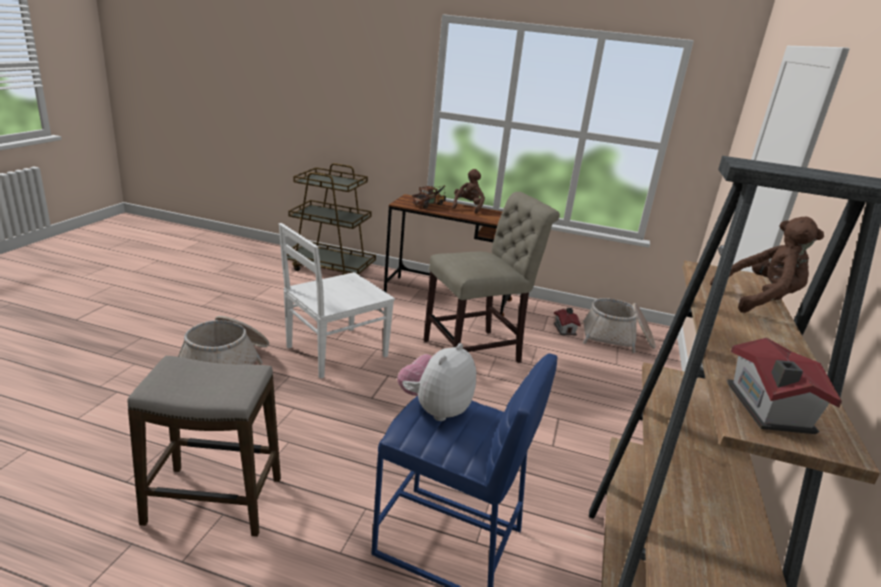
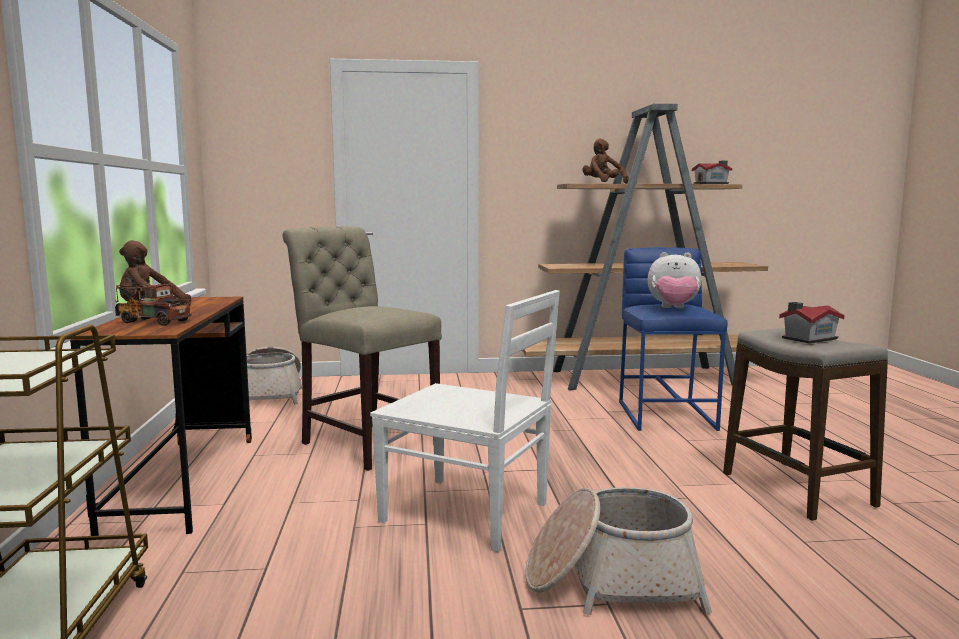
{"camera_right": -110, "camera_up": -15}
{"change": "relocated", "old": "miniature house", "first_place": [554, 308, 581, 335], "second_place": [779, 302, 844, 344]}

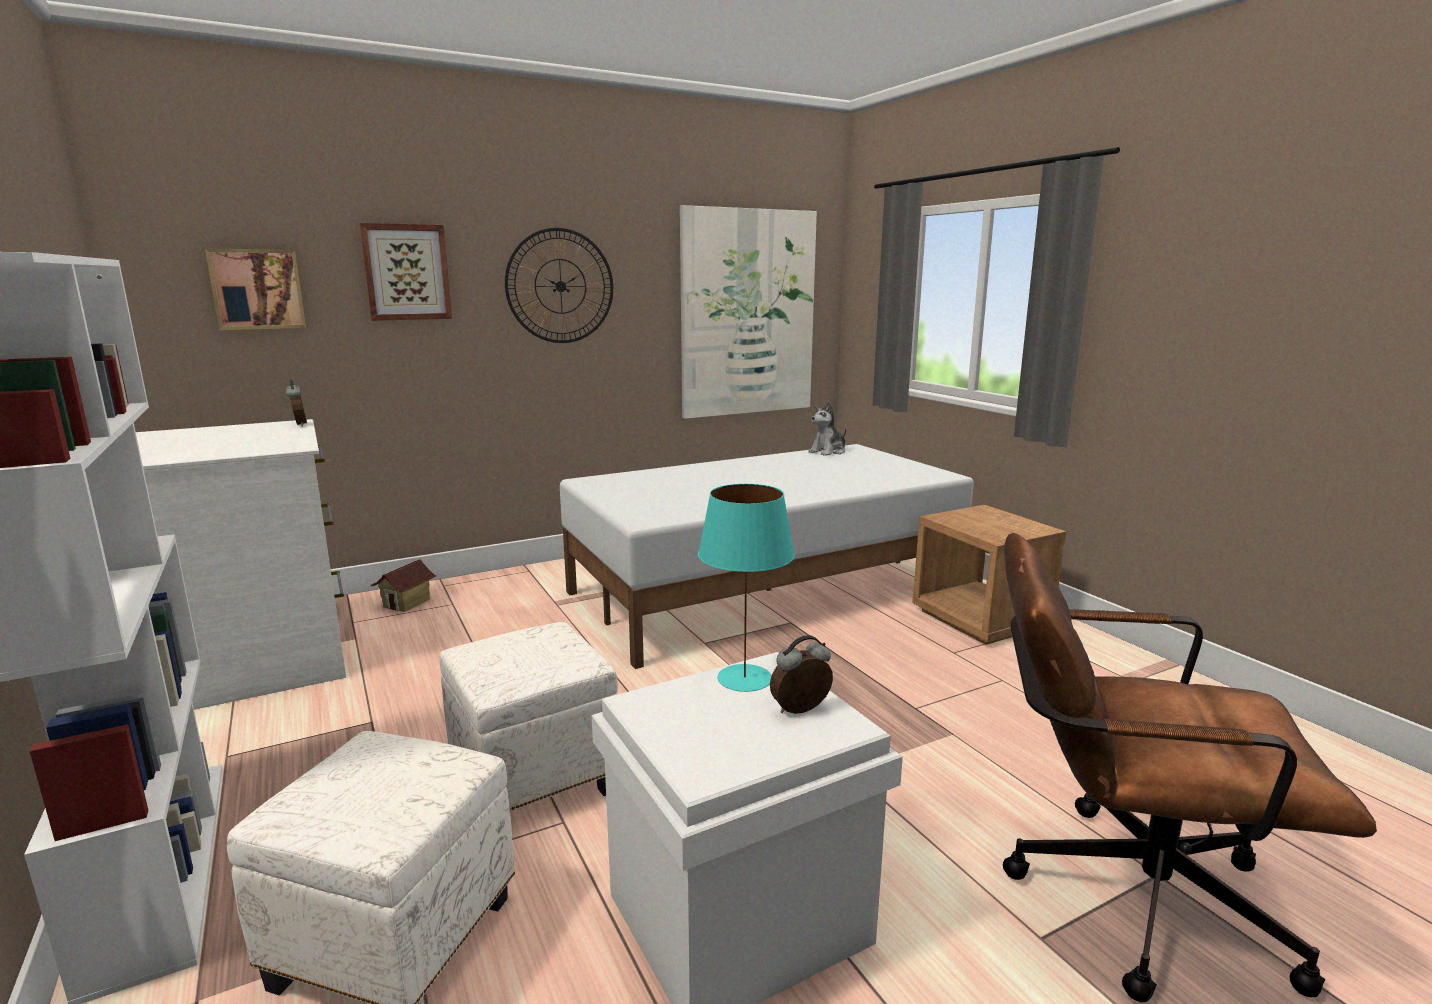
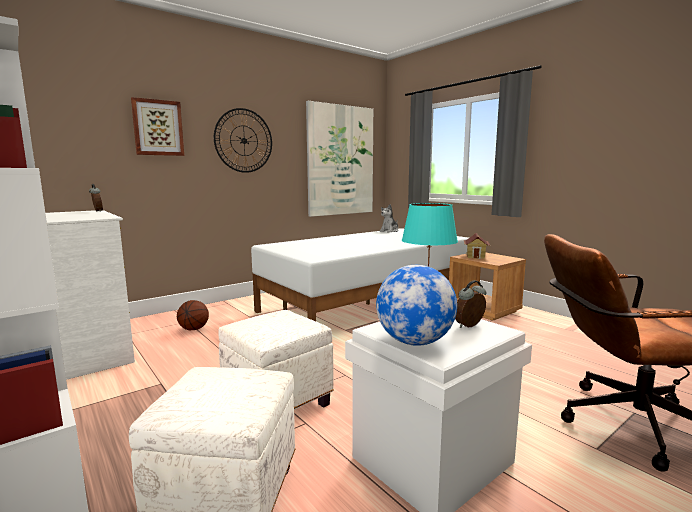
{"camera_right": -10, "camera_up": -5}
{"change": "missing", "old": "picture", "first_place": [205, 249, 306, 330]}
{"change": "relocated", "old": "miniature house", "first_place": [370, 559, 437, 612], "second_place": [464, 233, 490, 259]}
{"change": "appeared", "new": "basketball ball", "second_place": [177, 300, 209, 330]}
{"change": "appeared", "new": "world globe", "second_place": [376, 265, 457, 346]}

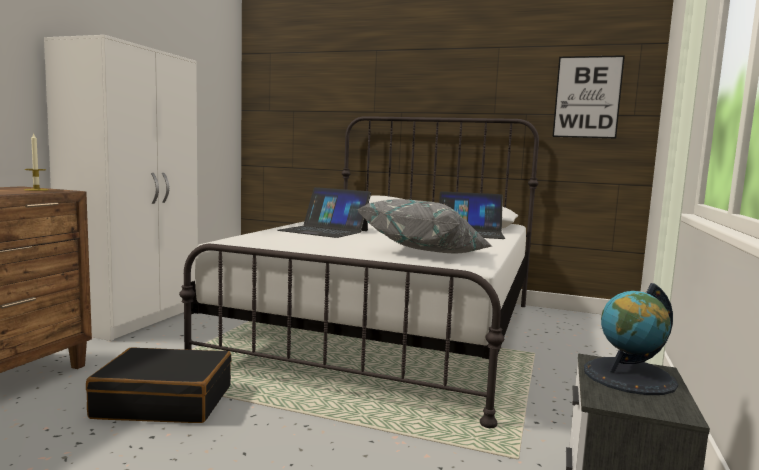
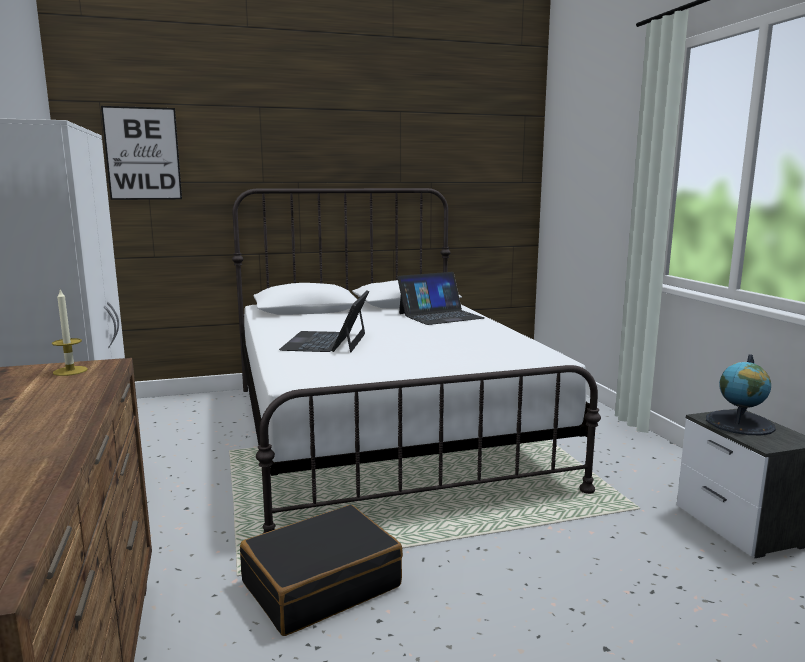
{"camera_right": -35, "camera_up": 5}
{"change": "spun", "old": "portable computer", "first_place": [278, 187, 371, 238], "second_place": [279, 291, 369, 353], "degrees": 105}
{"change": "missing", "old": "gray cushion", "first_place": [358, 199, 493, 253]}
{"change": "relocated", "old": "picture", "first_place": [553, 55, 625, 139], "second_place": [101, 106, 182, 200]}

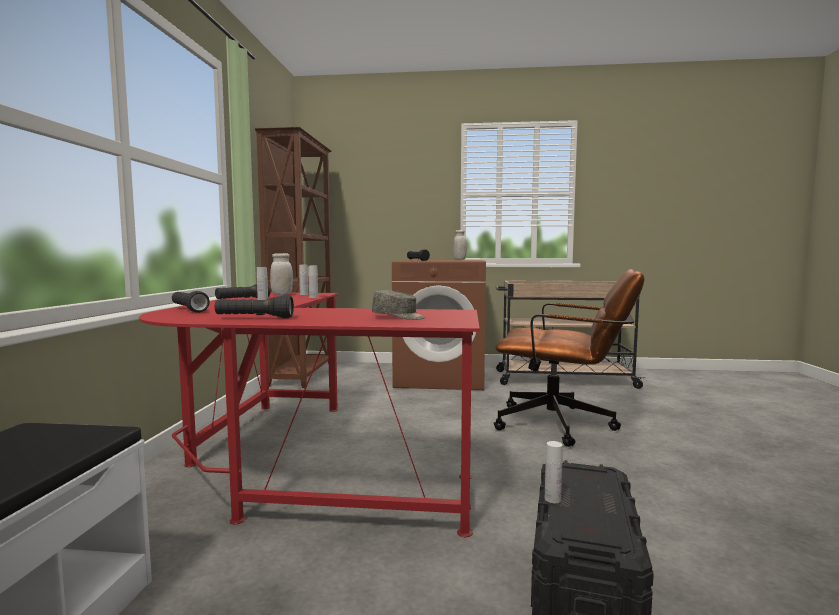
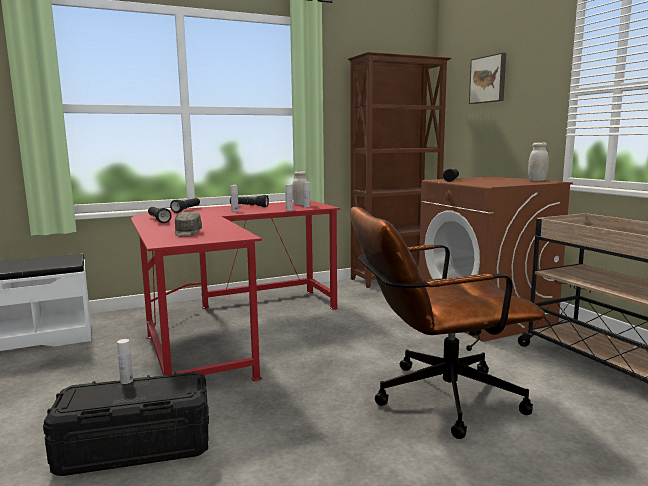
{"camera_right": 60, "camera_up": 5}
{"change": "spun", "old": "brown desk chair", "first_place": [494, 269, 645, 447], "second_place": [350, 207, 545, 439], "degrees": 90}
{"change": "appeared", "new": "picture", "second_place": [469, 53, 506, 104]}

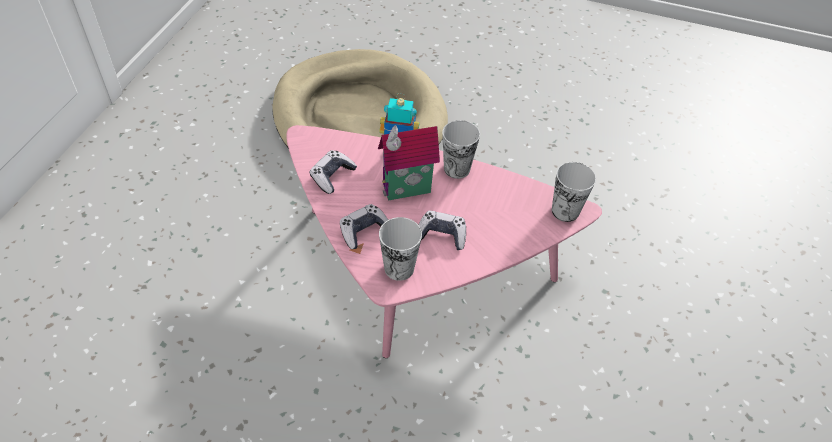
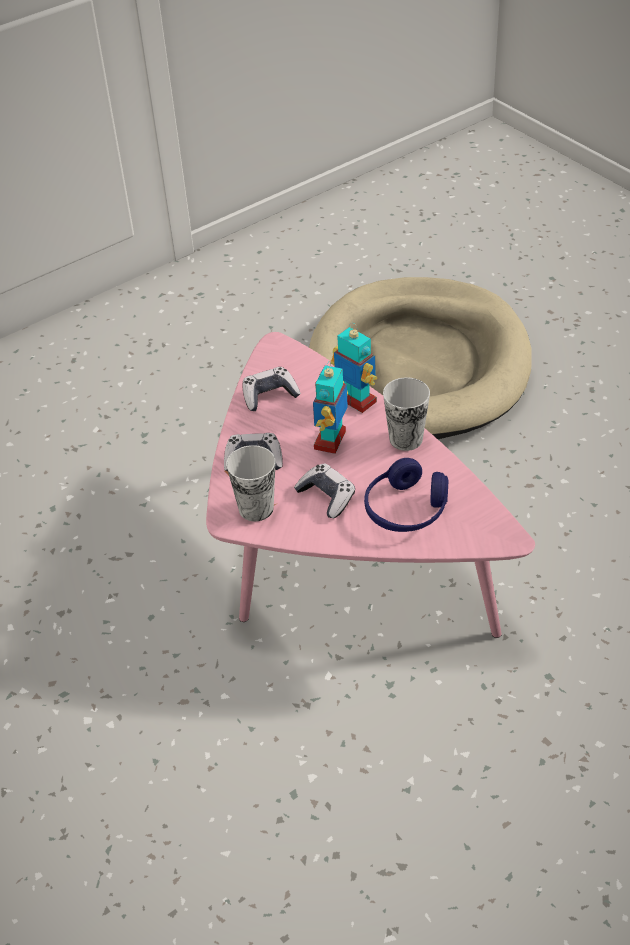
{"camera_right": 40, "camera_up": -5}
{"change": "exchanged", "old": "miniature house", "new": "model robot", "first_place": [378, 125, 440, 201], "second_place": [313, 362, 348, 454]}
{"change": "missing", "old": "small cup", "first_place": [552, 162, 596, 222]}
{"change": "appeared", "new": "blue-coloured headphones", "second_place": [364, 458, 449, 532]}

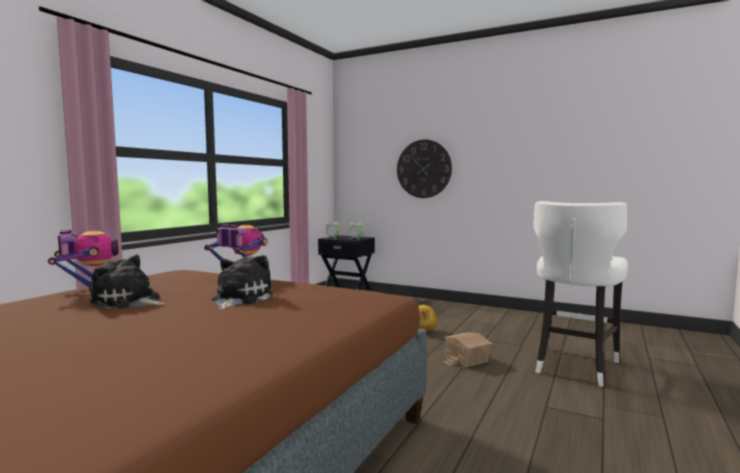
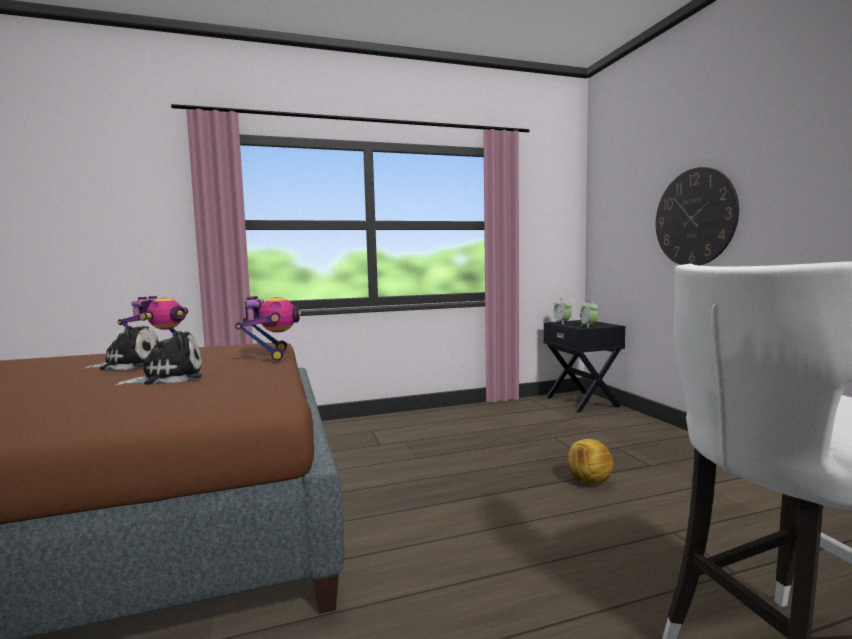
{"camera_right": 45, "camera_up": 0}
{"change": "spun", "old": "plush toy", "first_place": [89, 254, 165, 309], "second_place": [84, 325, 159, 370], "degrees": 105}
{"change": "missing", "old": "miniature house", "first_place": [443, 332, 492, 368]}

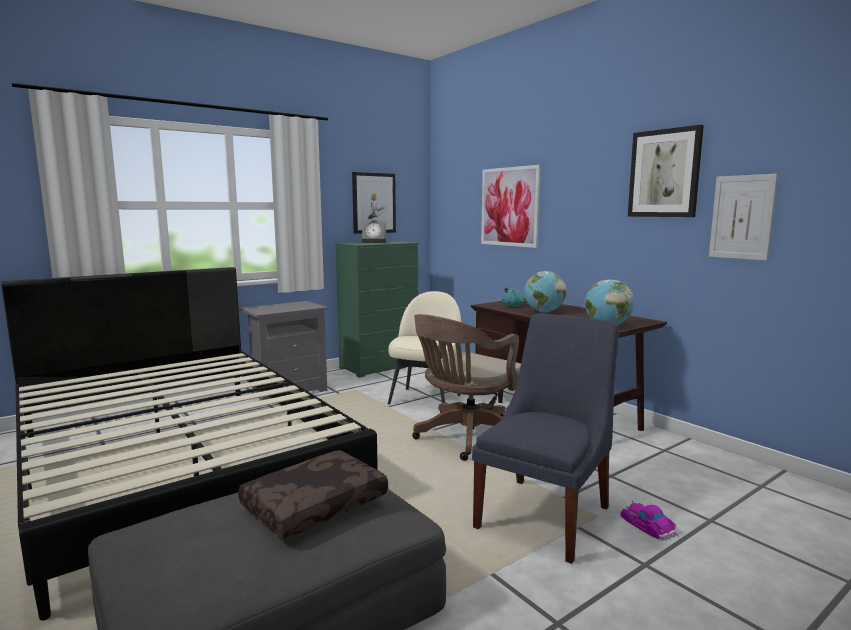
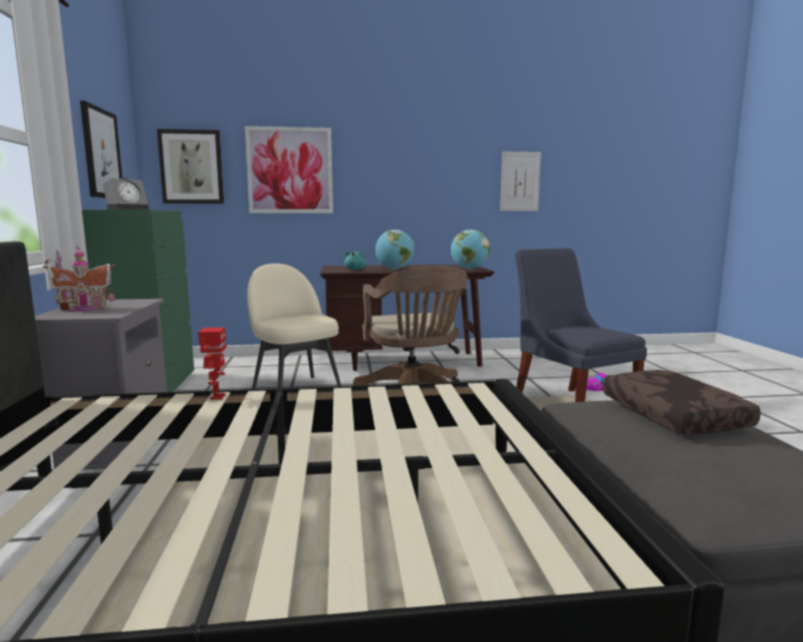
{"camera_right": -60, "camera_up": 0}
{"change": "relocated", "old": "picture", "first_place": [628, 125, 704, 217], "second_place": [157, 129, 224, 204]}
{"change": "appeared", "new": "miniature house", "second_place": [43, 246, 115, 311]}
{"change": "appeared", "new": "model robot", "second_place": [198, 327, 227, 400]}

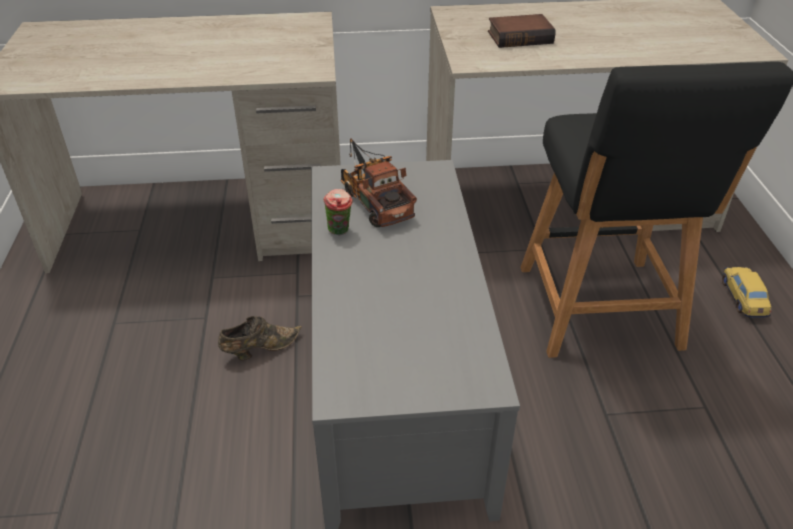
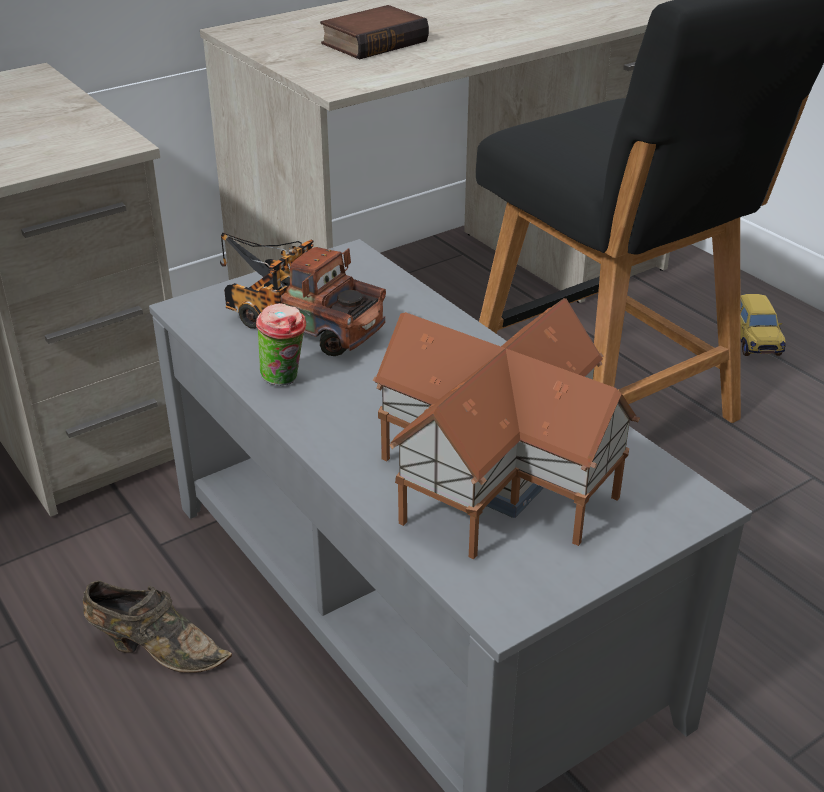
{"camera_right": -30, "camera_up": -5}
{"change": "spun", "old": "brown low shoe", "first_place": [218, 316, 302, 360], "second_place": [83, 580, 232, 673], "degrees": 75}
{"change": "spun", "old": "toy car", "first_place": [722, 267, 771, 318], "second_place": [740, 294, 786, 356], "degrees": -150}
{"change": "appeared", "new": "miniature house", "second_place": [372, 298, 640, 559]}

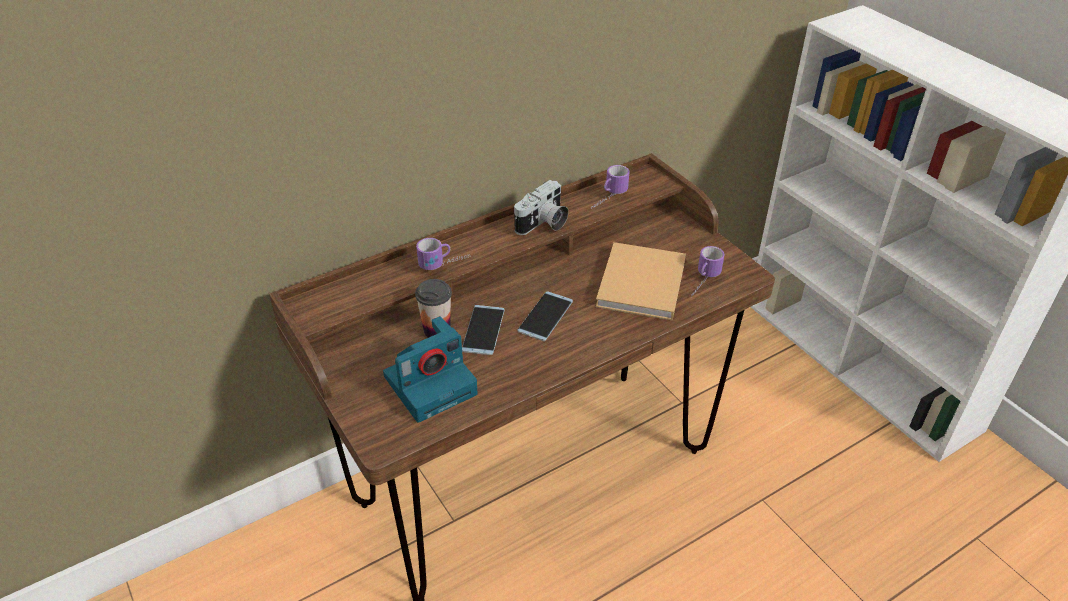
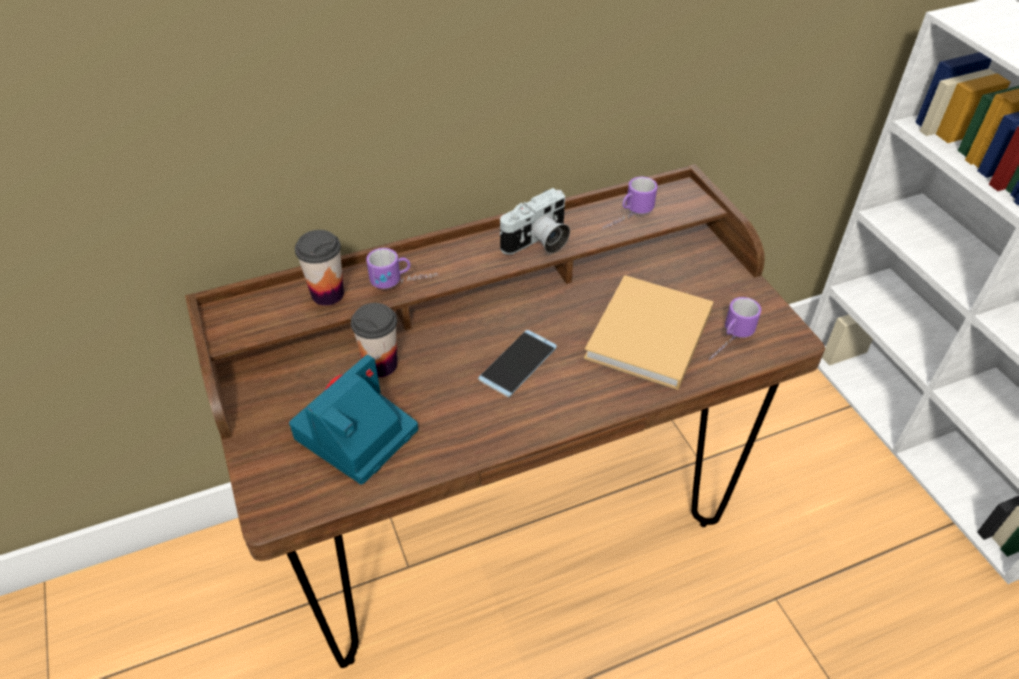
{"camera_right": 10, "camera_up": 5}
{"change": "spun", "old": "photo camera", "first_place": [383, 316, 478, 423], "second_place": [289, 355, 418, 485], "degrees": 150}
{"change": "missing", "old": "handset", "first_place": [462, 305, 505, 355]}
{"change": "appeared", "new": "small cup", "second_place": [295, 230, 344, 305]}

